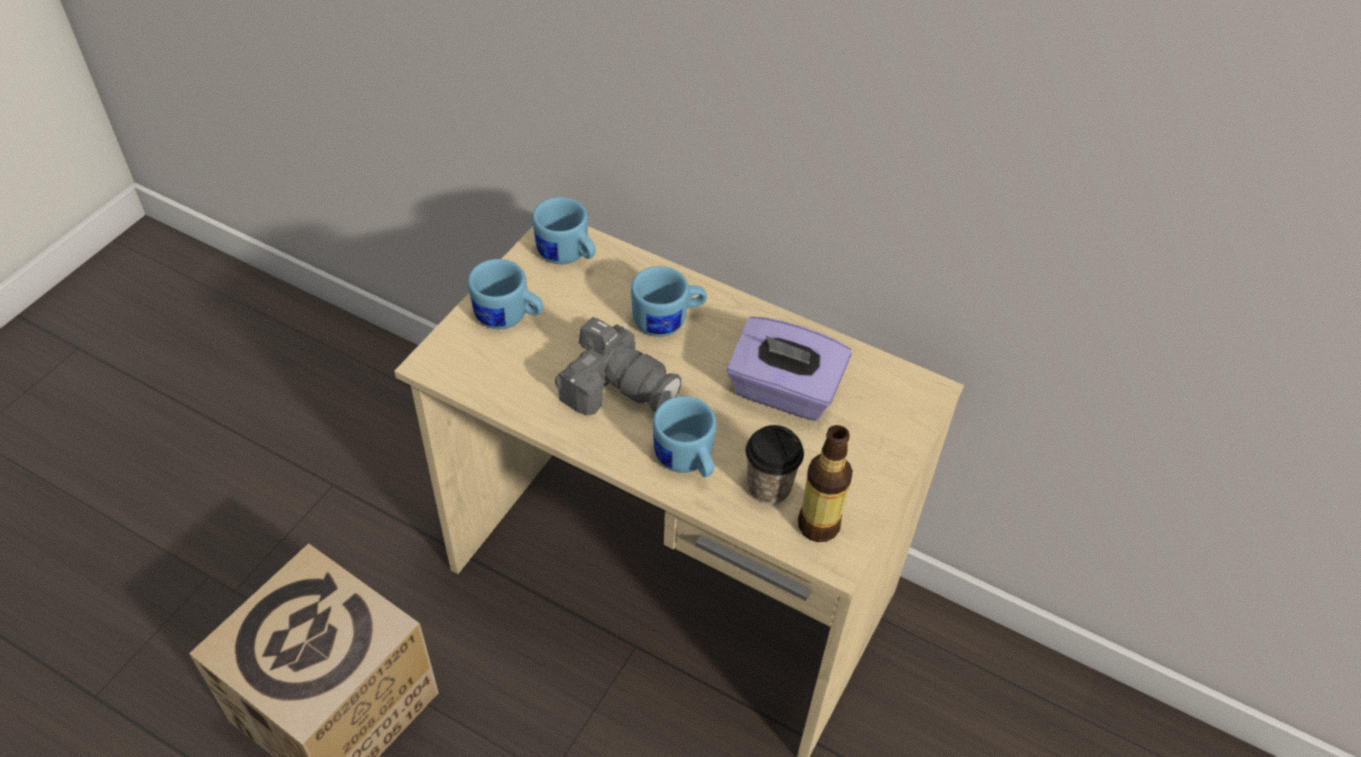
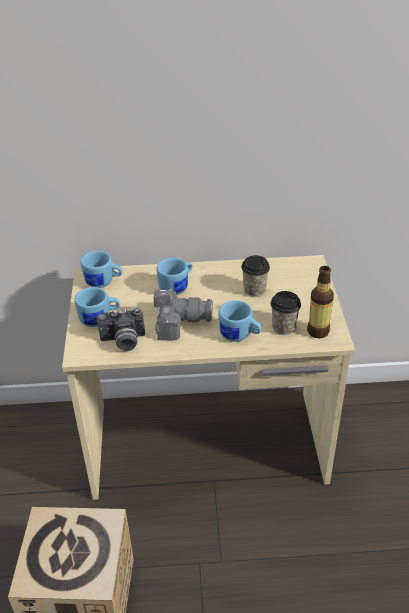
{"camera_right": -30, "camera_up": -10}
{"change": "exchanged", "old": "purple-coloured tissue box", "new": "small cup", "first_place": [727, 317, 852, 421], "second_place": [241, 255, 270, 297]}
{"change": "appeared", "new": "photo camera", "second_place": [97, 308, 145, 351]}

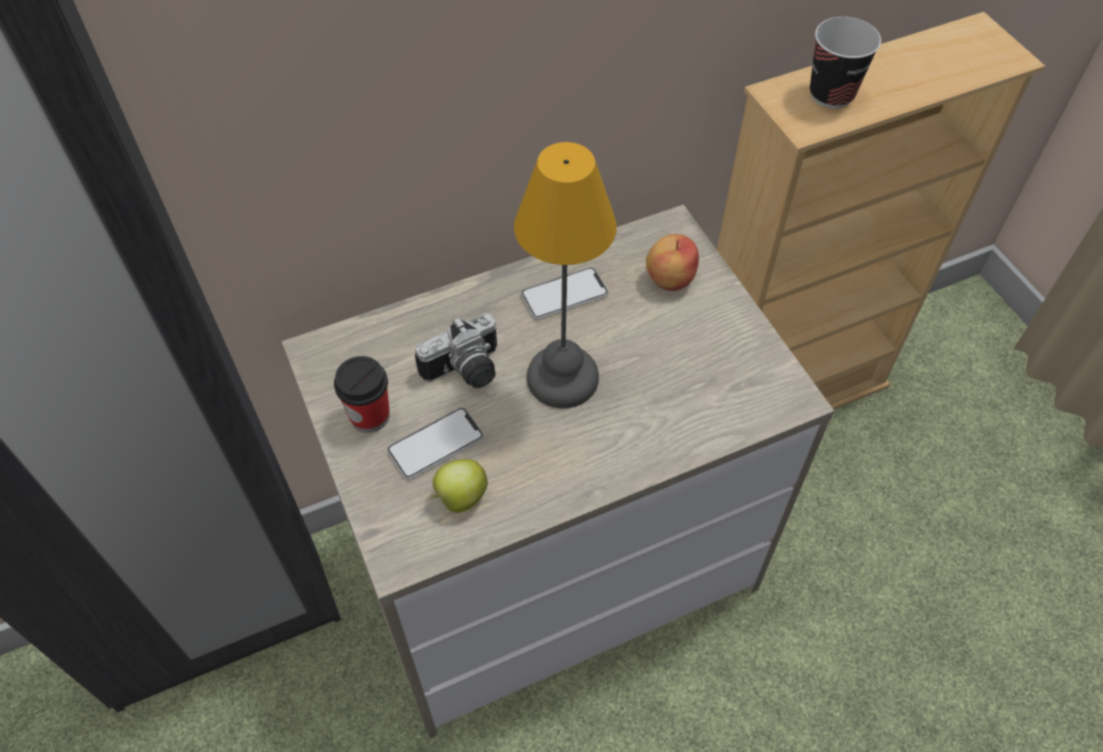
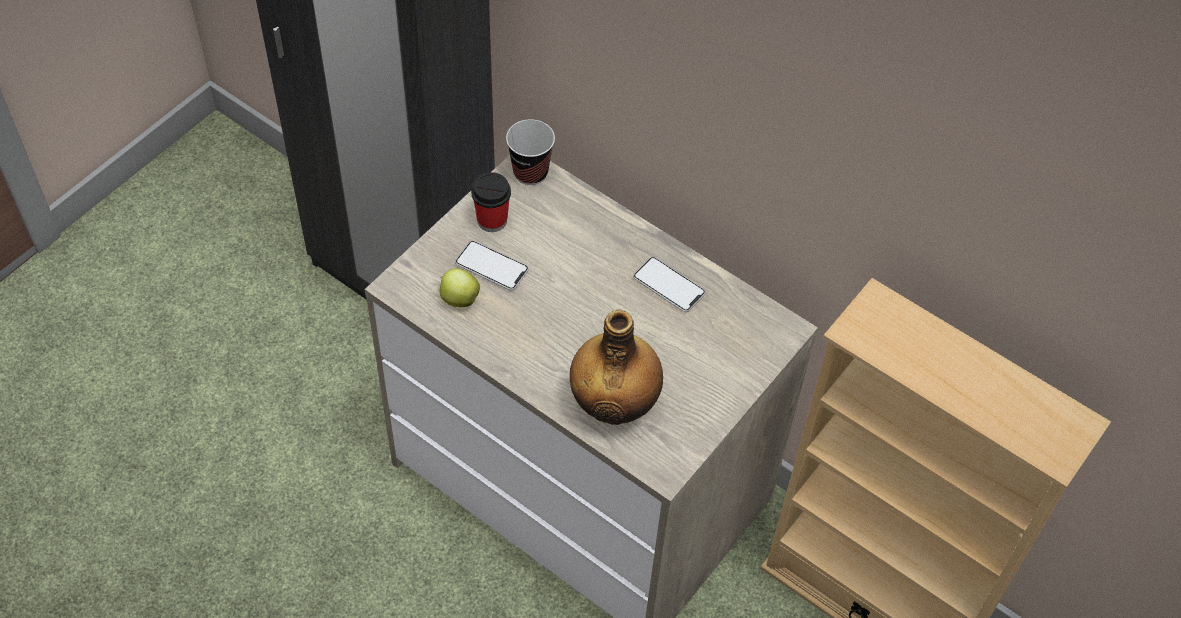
{"camera_right": 60, "camera_up": 0}
{"change": "missing", "old": "photo camera", "first_place": [415, 313, 497, 388]}
{"change": "missing", "old": "lamp for a table", "first_place": [514, 142, 617, 408]}
{"change": "missing", "old": "apple", "first_place": [646, 234, 699, 291]}
{"change": "relocated", "old": "small cup", "first_place": [810, 17, 881, 109], "second_place": [506, 119, 555, 185]}
{"change": "appeared", "new": "drink bottle", "second_place": [570, 310, 663, 425]}

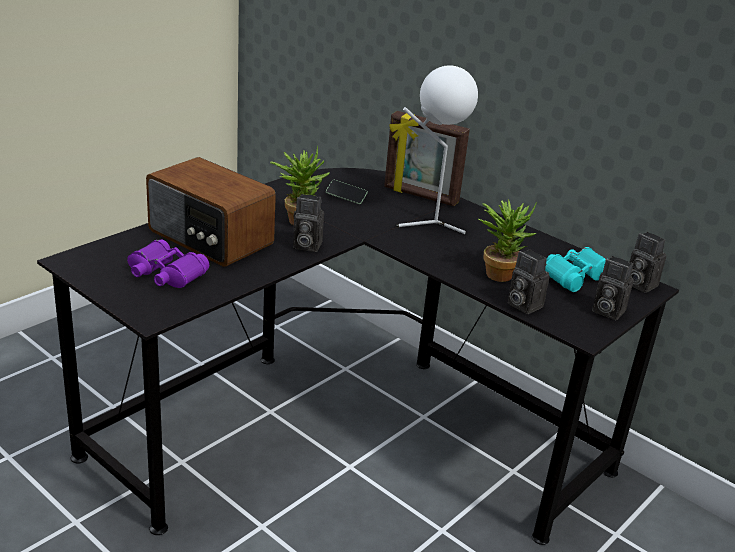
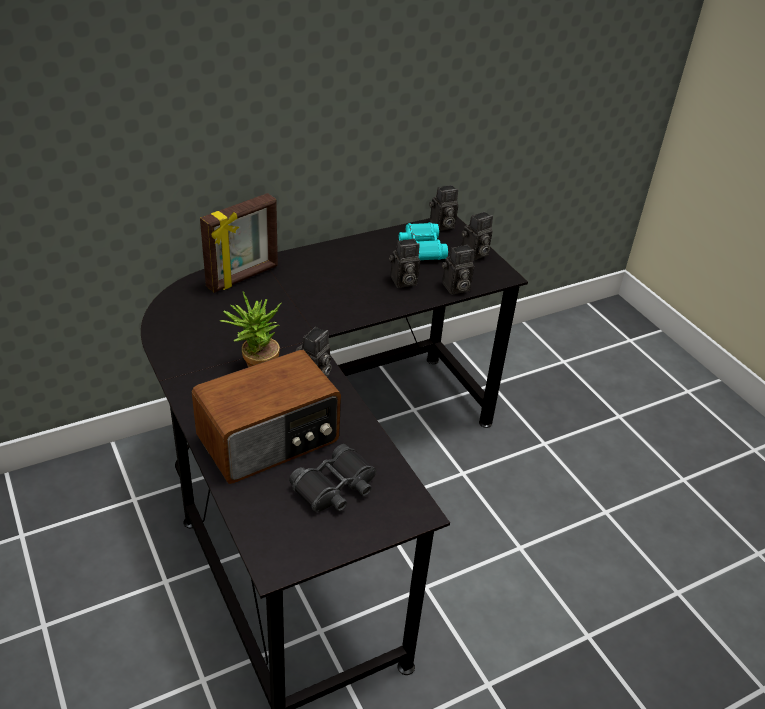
{"camera_right": -70, "camera_up": 10}
{"change": "colour", "old": "purple-coloured binoculars", "new": "black-coloured binoculars", "first_place": [127, 239, 209, 288], "second_place": [289, 444, 376, 512]}
{"change": "missing", "old": "handset", "first_place": [326, 180, 368, 204]}
{"change": "missing", "old": "white-coloured lamp for a table", "first_place": [395, 65, 478, 234]}
{"change": "exchanged", "old": "plant in a pot", "new": "photo camera", "first_place": [479, 199, 537, 282], "second_place": [389, 239, 420, 288]}

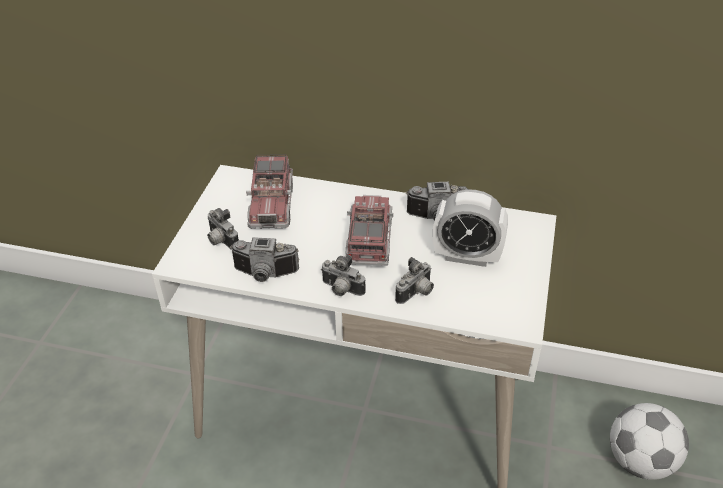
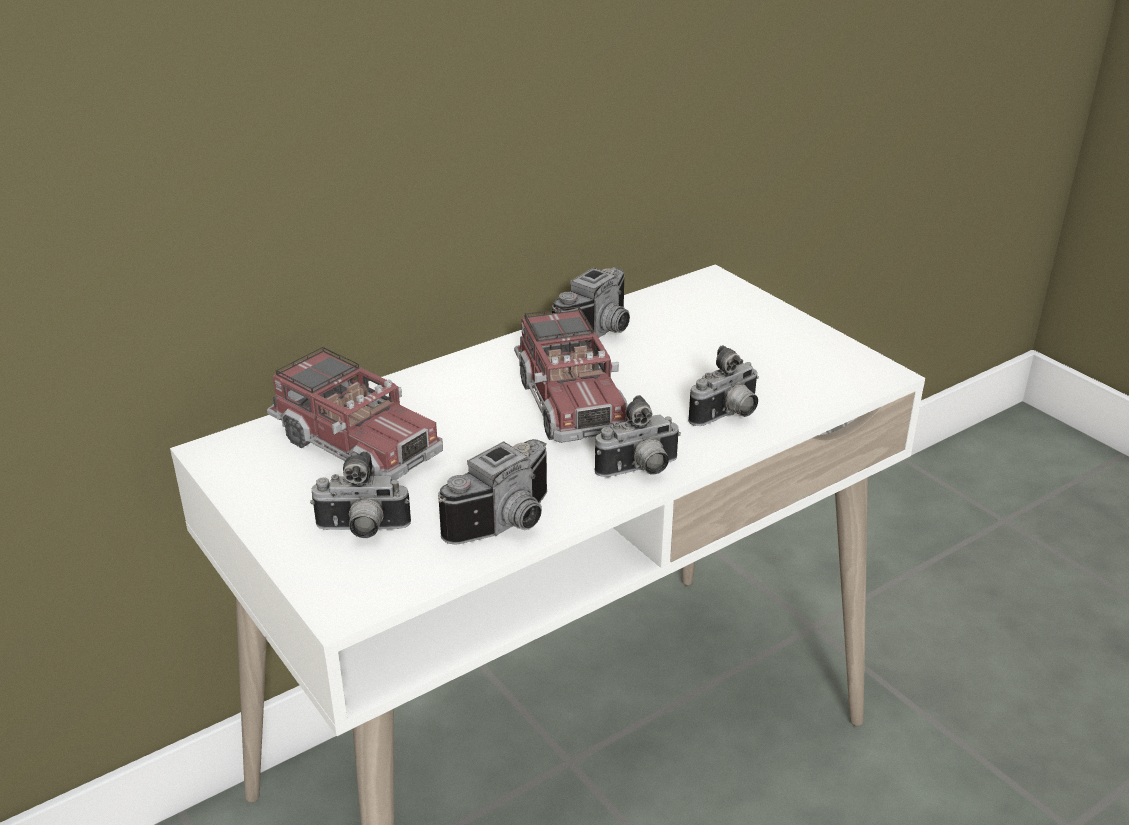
{"camera_right": -50, "camera_up": -10}
{"change": "spun", "old": "toy lorry", "first_place": [345, 195, 393, 266], "second_place": [514, 307, 630, 443], "degrees": -150}
{"change": "spun", "old": "photo camera", "first_place": [395, 257, 434, 304], "second_place": [688, 345, 759, 426], "degrees": 60}
{"change": "missing", "old": "table clock", "first_place": [433, 189, 508, 267]}
{"change": "missing", "old": "ball for football", "first_place": [610, 403, 689, 480]}

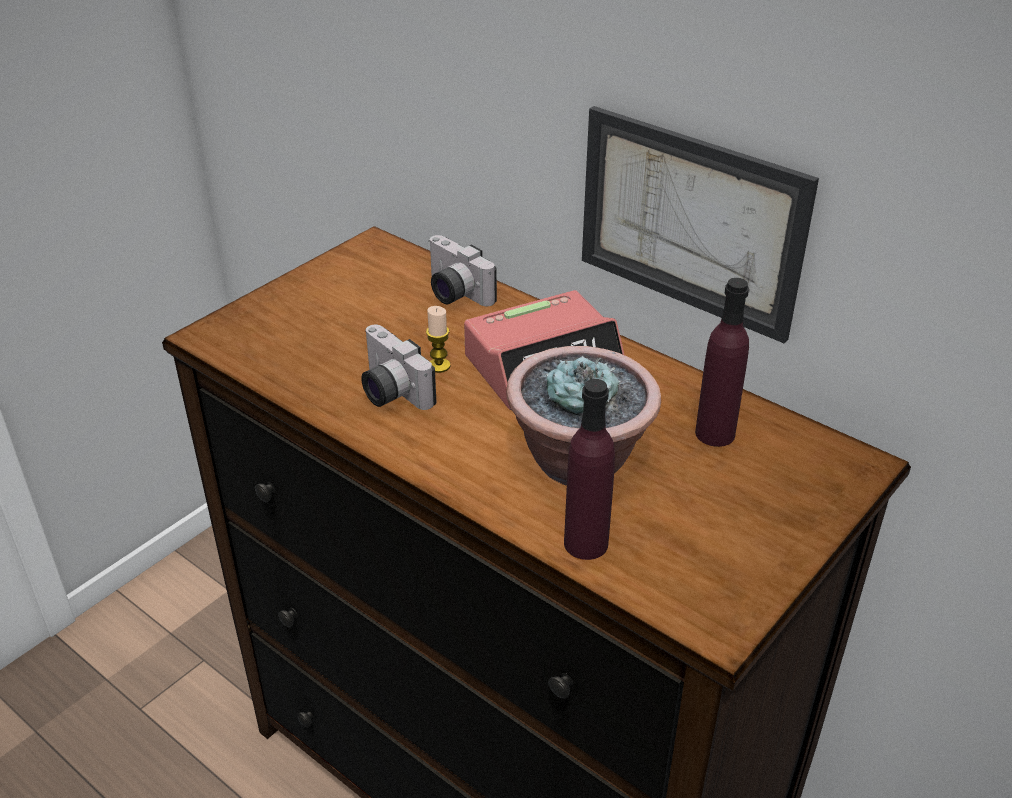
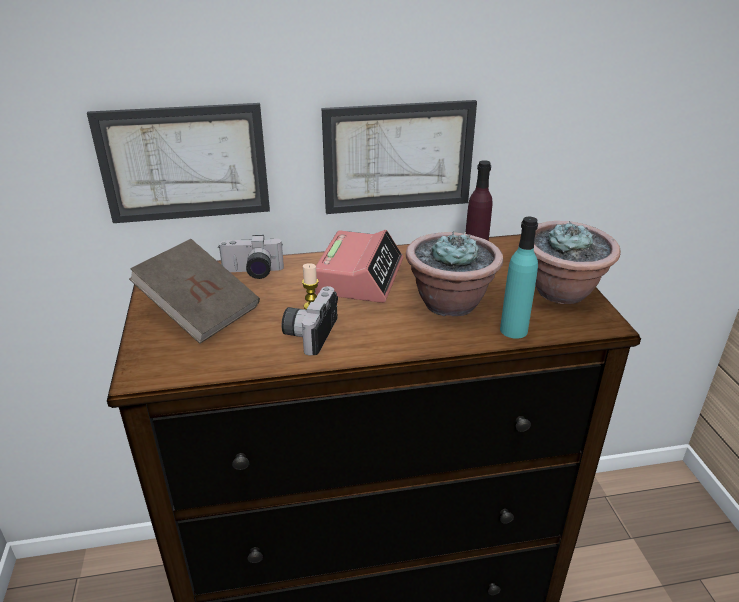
{"camera_right": -50, "camera_up": -5}
{"change": "spun", "old": "photo camera", "first_place": [361, 325, 436, 410], "second_place": [282, 286, 338, 355], "degrees": 105}
{"change": "colour", "old": "purple-coloured drink bottle", "new": "blue-green drink bottle", "first_place": [564, 379, 615, 560], "second_place": [500, 217, 538, 339]}
{"change": "appeared", "new": "picture", "second_place": [87, 103, 270, 223]}
{"change": "appeared", "new": "brown volume", "second_place": [129, 239, 260, 344]}
{"change": "appeared", "new": "plant in a pot", "second_place": [534, 221, 621, 304]}

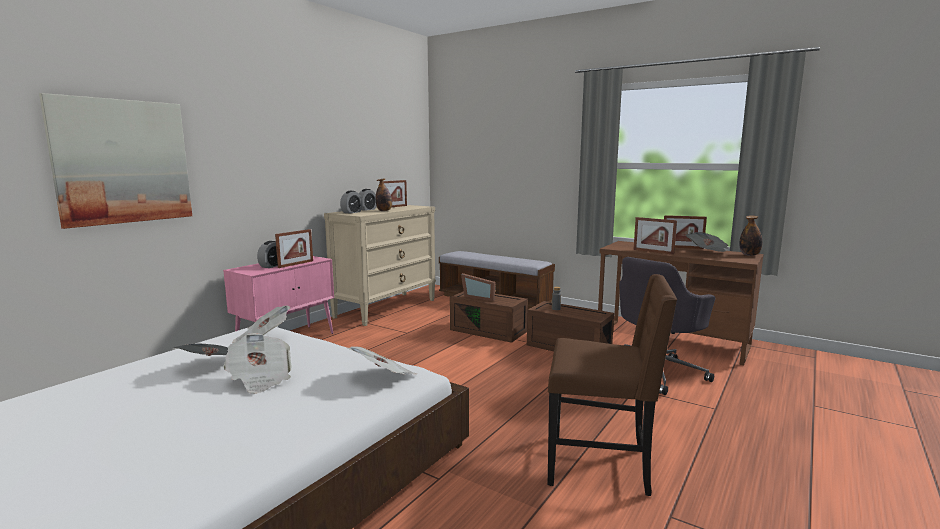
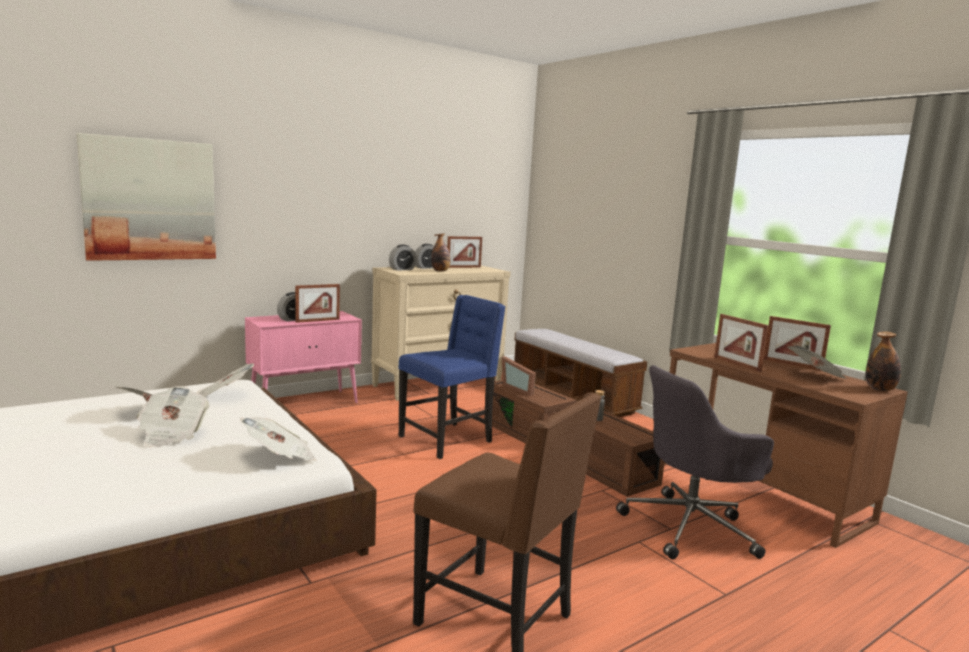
{"camera_right": 20, "camera_up": 0}
{"change": "appeared", "new": "blue-coloured plain chair", "second_place": [398, 295, 506, 459]}

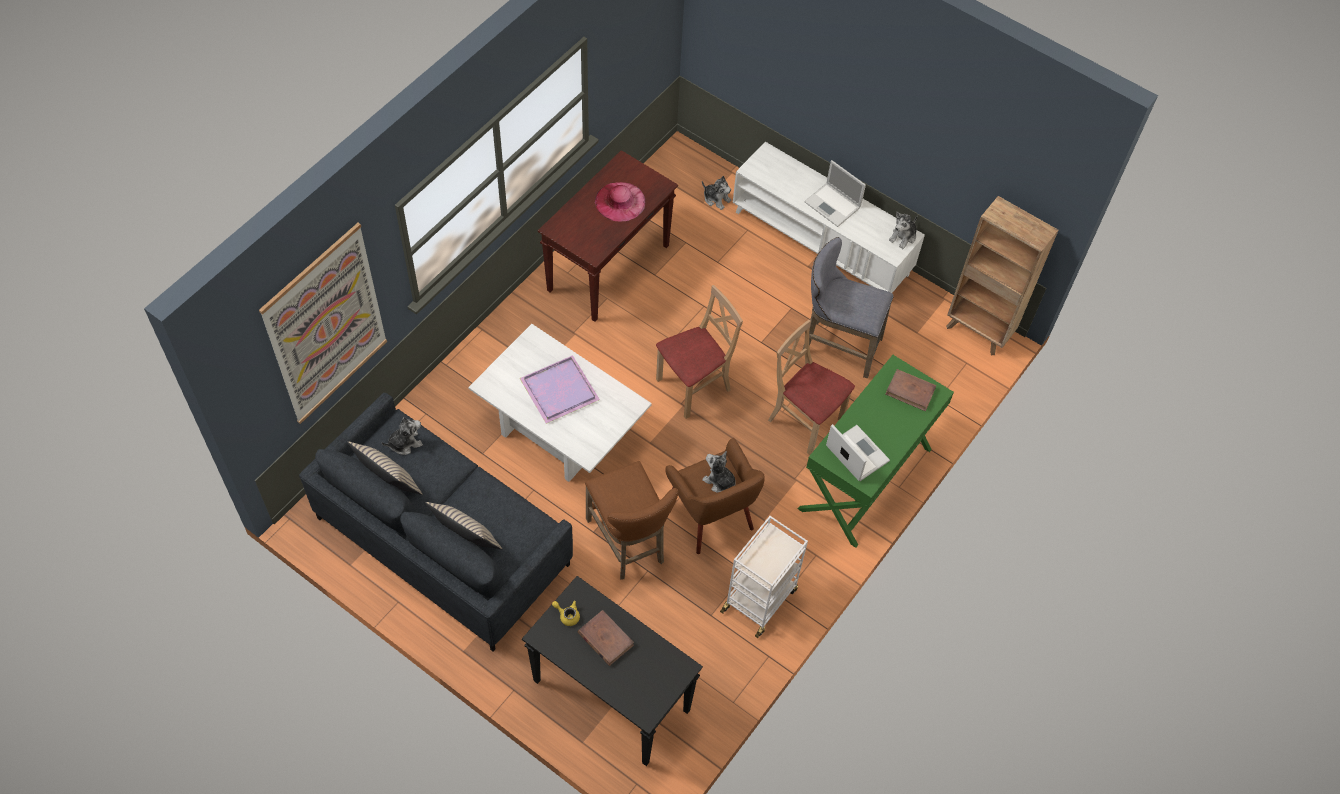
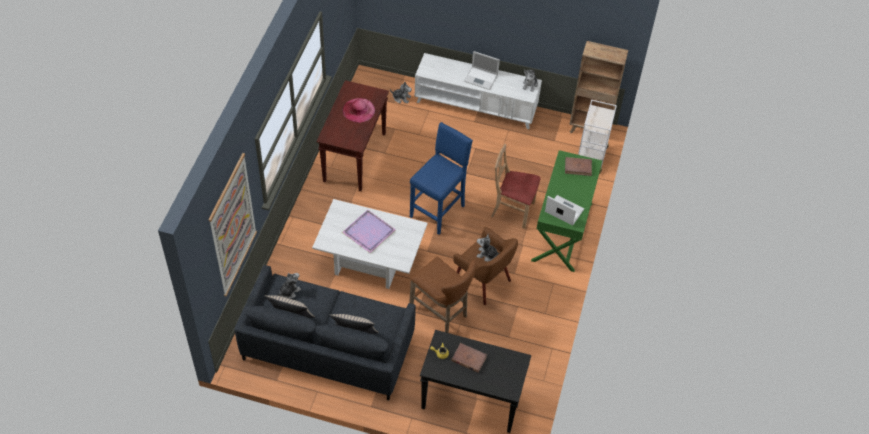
{"camera_right": -20, "camera_up": -5}
{"change": "exchanged", "old": "beige-coloured plain chair", "new": "blue-coloured sitting stool", "first_place": [656, 285, 743, 419], "second_place": [410, 122, 473, 235]}
{"change": "relocated", "old": "white-coloured trolley", "first_place": [720, 516, 808, 638], "second_place": [578, 100, 617, 174]}
{"change": "missing", "old": "gray sitting stool", "first_place": [803, 237, 894, 379]}

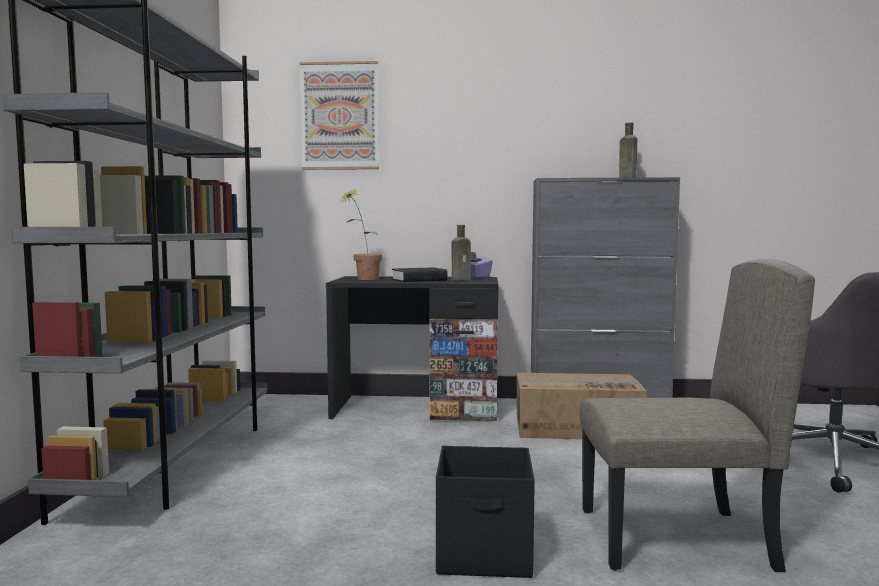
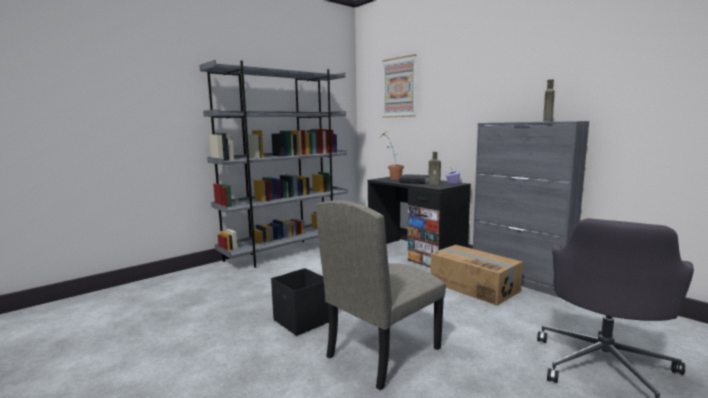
{"camera_right": 45, "camera_up": 5}
{"change": "spun", "old": "beige-coloured plain chair", "first_place": [580, 259, 815, 572], "second_place": [316, 201, 446, 390], "degrees": 90}

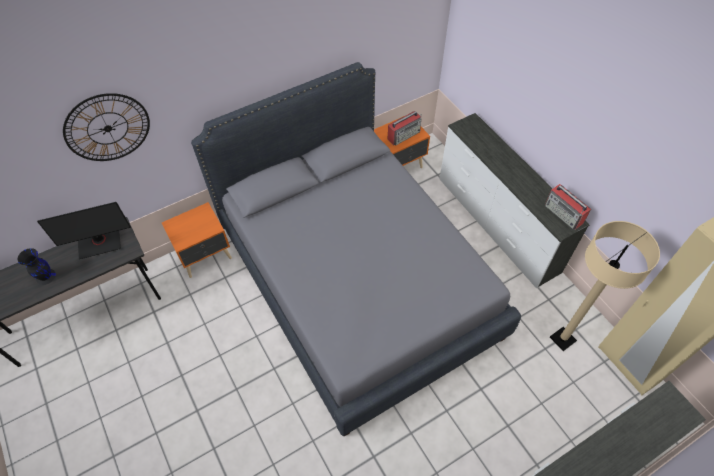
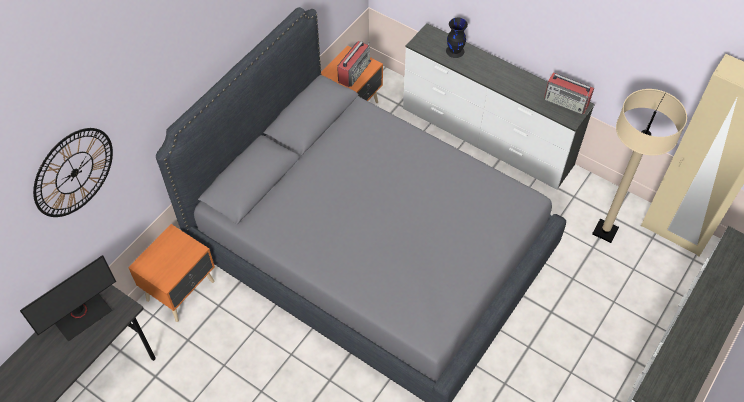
{"camera_right": -25, "camera_up": 0}
{"change": "relocated", "old": "black-coloured decorative vase", "first_place": [18, 248, 56, 285], "second_place": [446, 18, 468, 58]}

